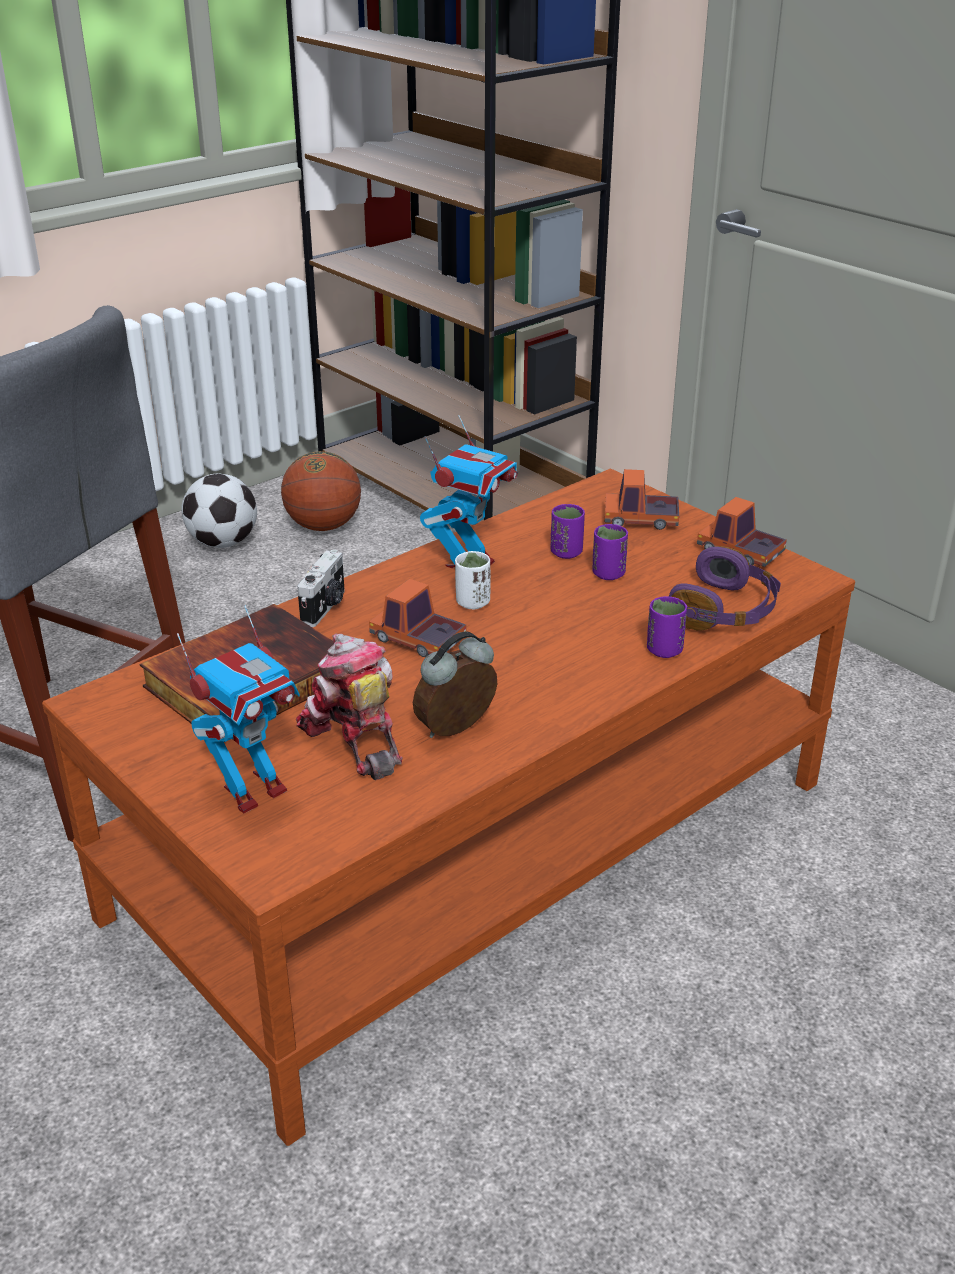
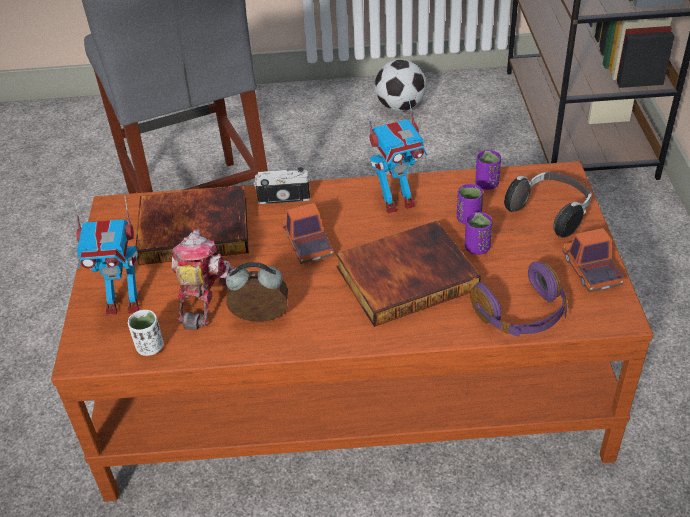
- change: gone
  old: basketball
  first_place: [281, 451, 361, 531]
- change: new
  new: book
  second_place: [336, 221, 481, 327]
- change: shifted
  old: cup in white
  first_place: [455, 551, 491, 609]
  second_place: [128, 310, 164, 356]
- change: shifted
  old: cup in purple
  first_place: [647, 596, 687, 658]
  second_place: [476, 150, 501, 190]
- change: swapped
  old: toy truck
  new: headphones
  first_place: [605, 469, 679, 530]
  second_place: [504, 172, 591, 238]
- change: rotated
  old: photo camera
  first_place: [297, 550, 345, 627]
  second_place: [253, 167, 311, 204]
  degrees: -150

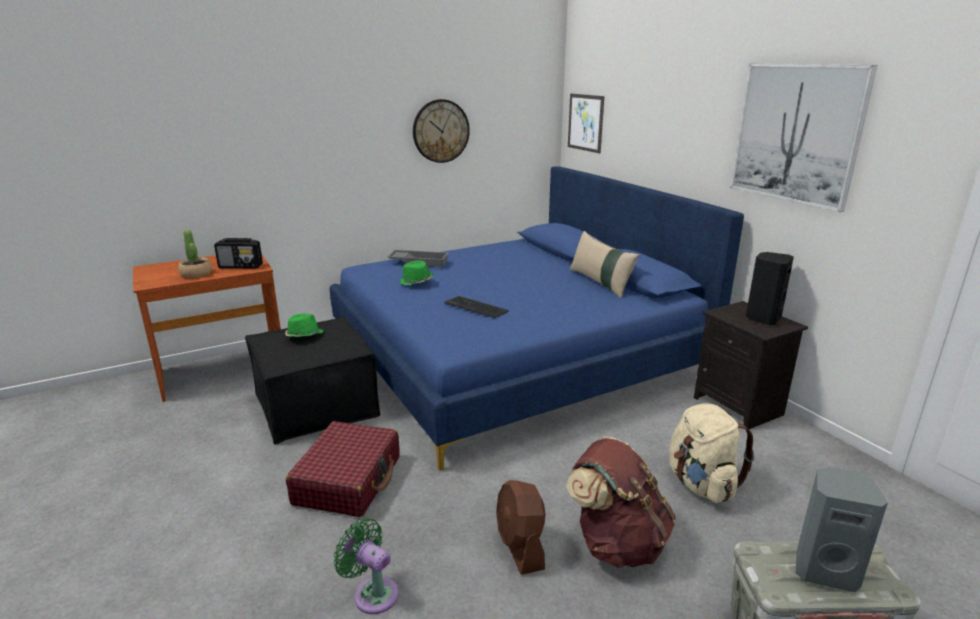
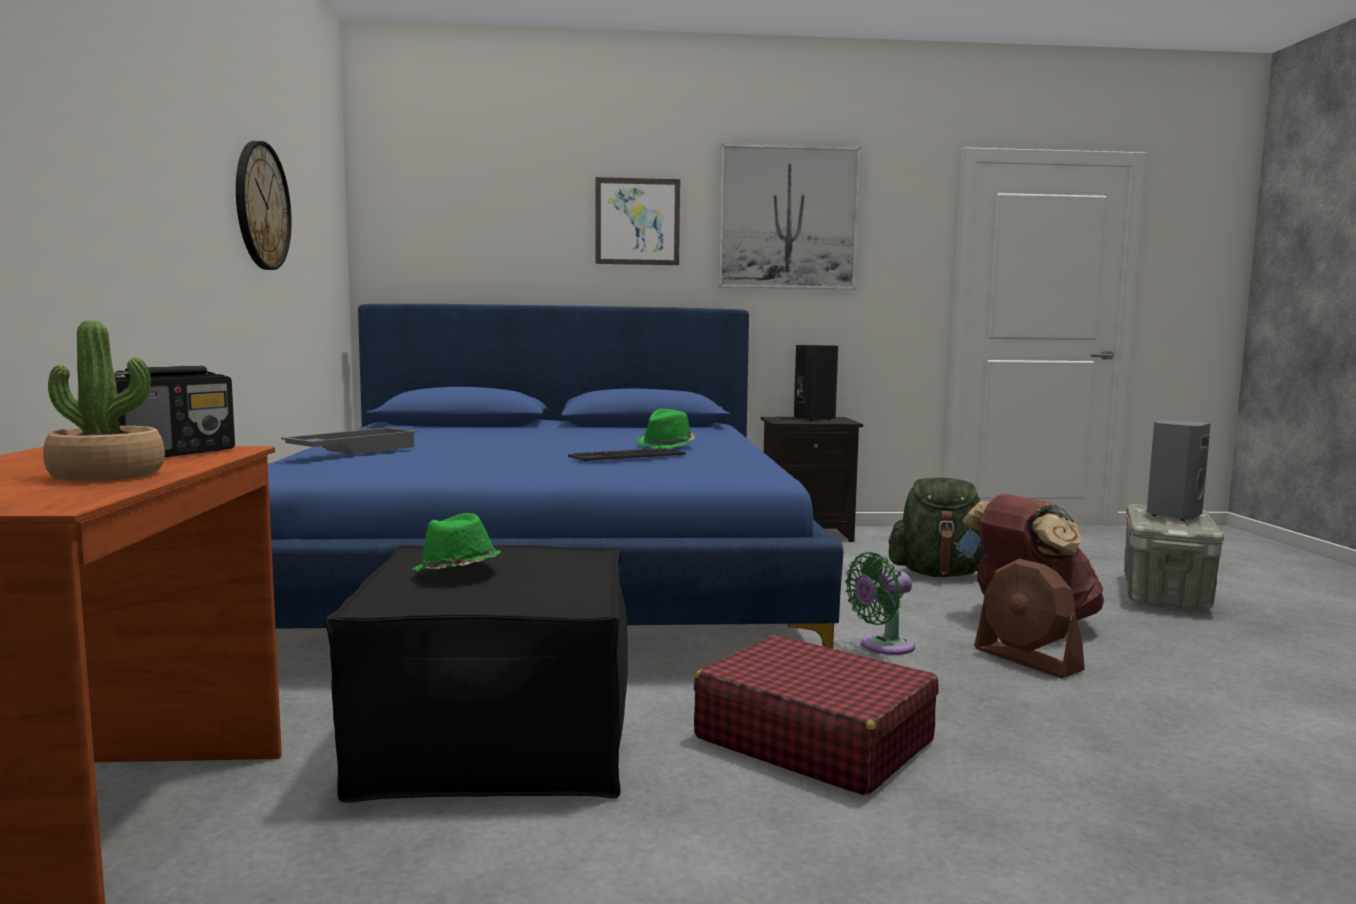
- change: gone
  old: pillow in beige
  first_place: [570, 231, 639, 298]
- change: shifted
  old: fan in green
  first_place: [334, 518, 399, 614]
  second_place: [845, 552, 915, 655]
- change: shifted
  old: hat in green
  first_place: [400, 261, 434, 285]
  second_place: [637, 409, 695, 449]
- change: shifted
  old: picture
  first_place: [568, 93, 604, 153]
  second_place: [595, 177, 680, 265]
- change: repainted
  old: backpack in beige
  new: backpack in green
  first_place: [669, 403, 755, 503]
  second_place: [889, 478, 984, 577]
- change: rotated
  old: fan in brown
  first_place: [496, 480, 546, 575]
  second_place: [974, 559, 1085, 678]
  degrees: 45

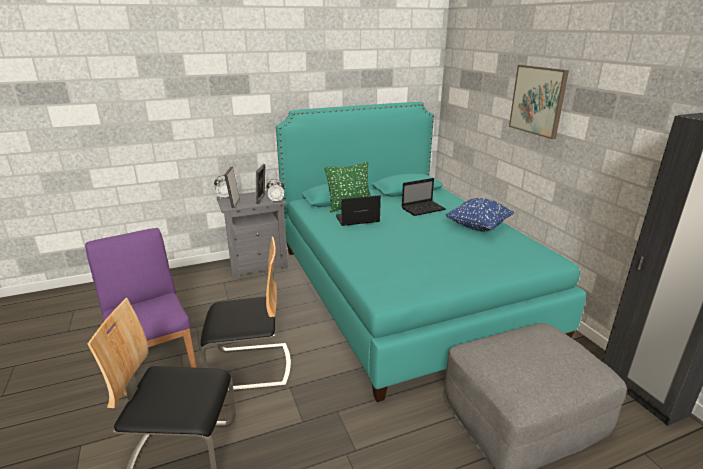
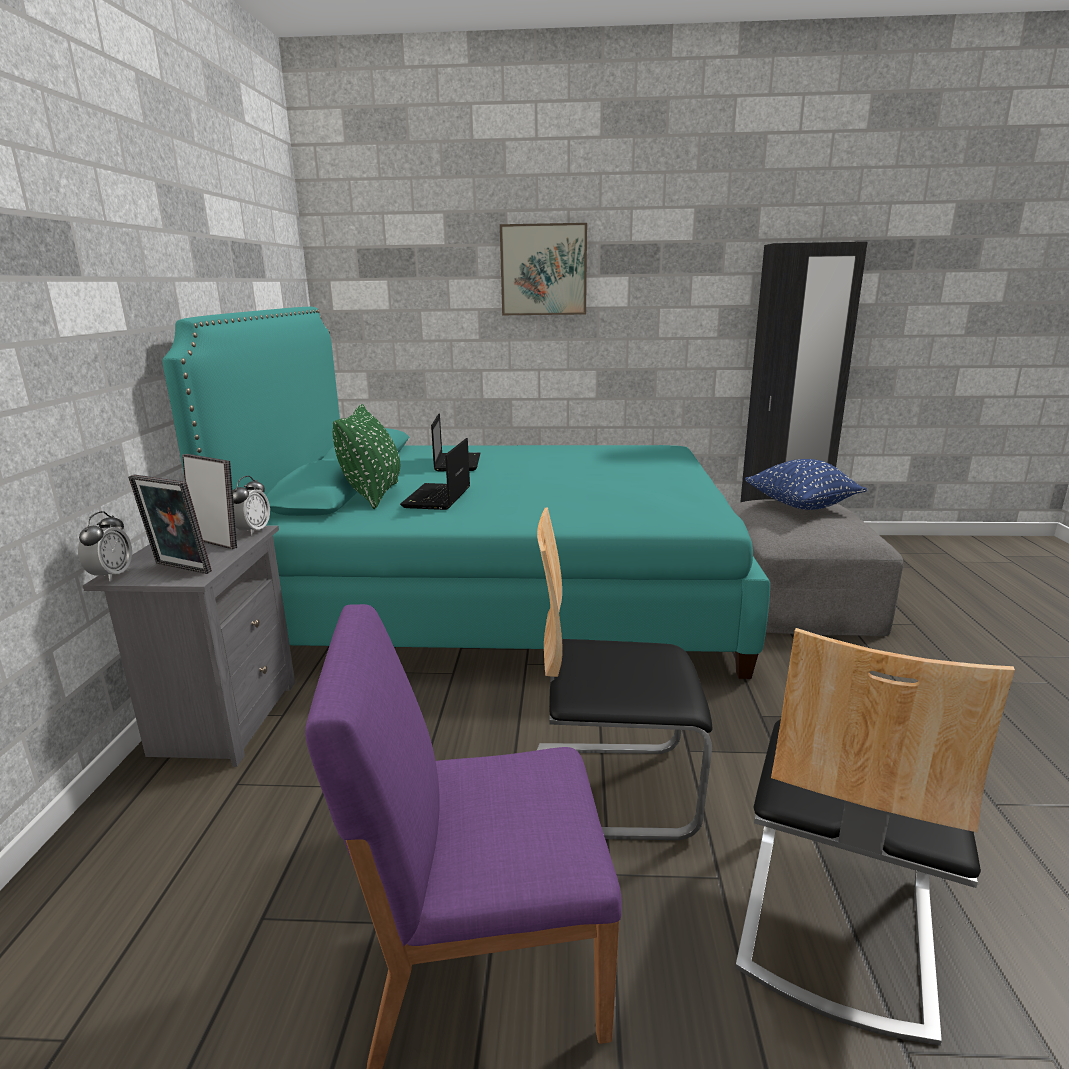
- change: shifted
  old: pillow in blue
  first_place: [445, 198, 514, 231]
  second_place: [745, 459, 867, 510]
- change: rotated
  old: chair
  first_place: [200, 237, 291, 392]
  second_place: [537, 507, 713, 840]
  degrees: -105

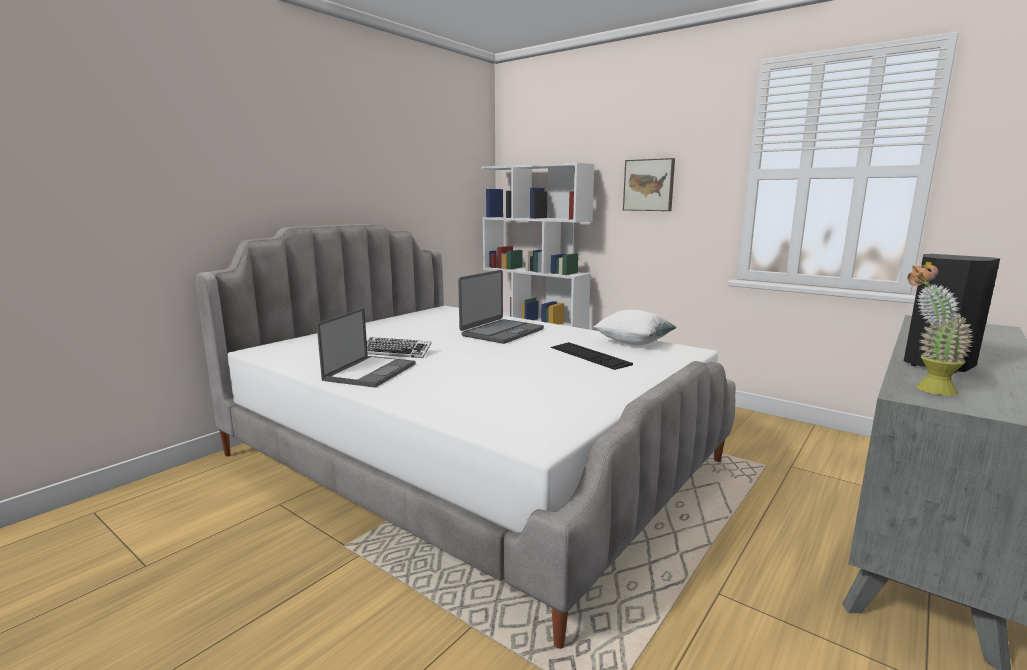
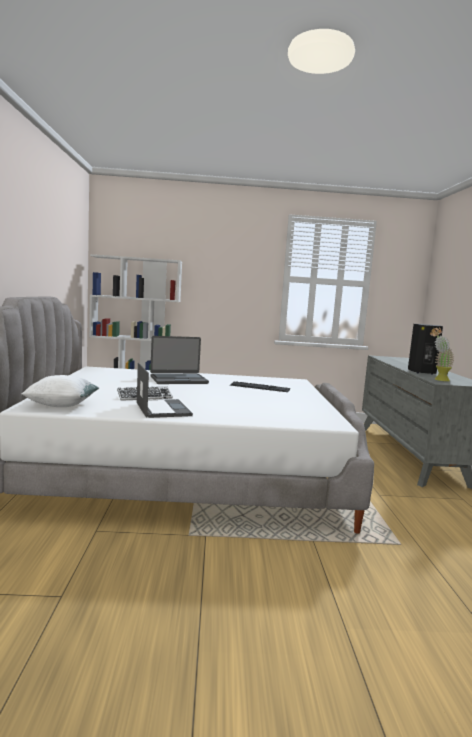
- change: gone
  old: picture
  first_place: [623, 158, 675, 211]
- change: shifted
  old: pillow in white
  first_place: [593, 310, 677, 345]
  second_place: [22, 375, 99, 407]
- change: rotated
  old: laptop
  first_place: [458, 270, 544, 344]
  second_place: [150, 336, 209, 384]
  degrees: 75

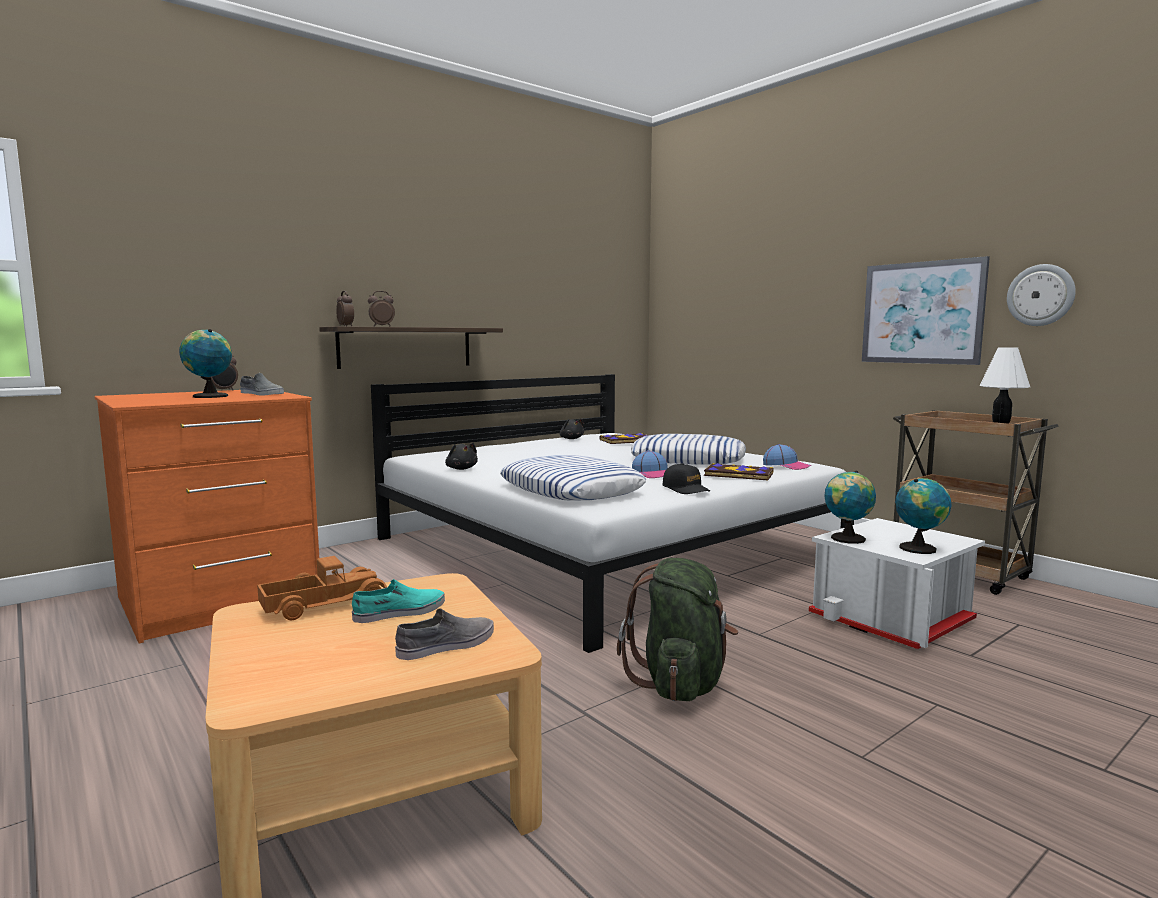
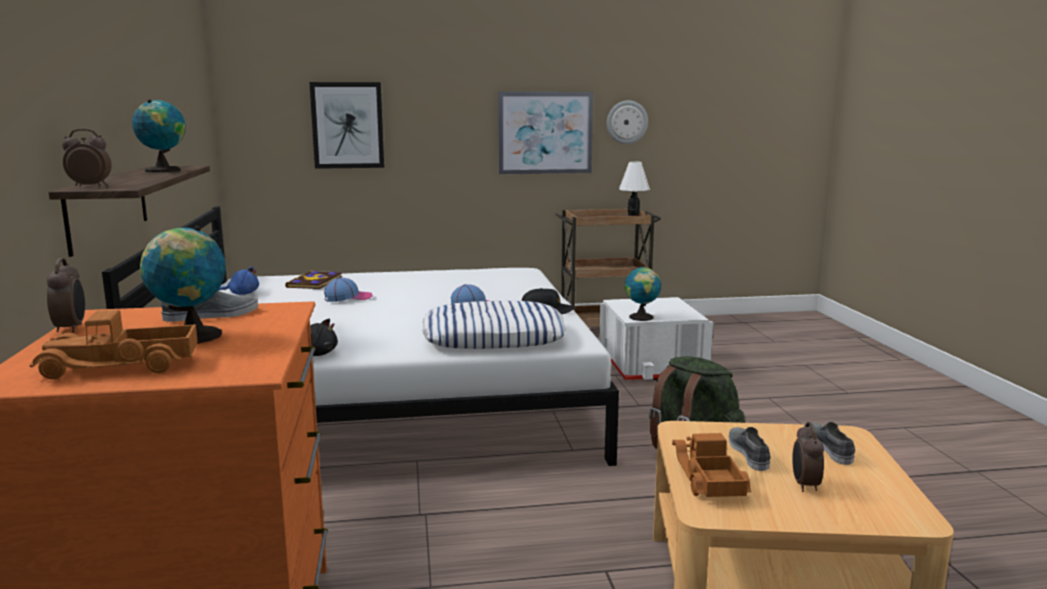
- change: gone
  old: pillow
  first_place: [631, 434, 746, 465]
- change: gone
  old: book
  first_place: [704, 463, 773, 480]
- change: new
  new: toy truck
  second_place: [30, 310, 198, 379]
- change: new
  new: picture
  second_place: [309, 82, 384, 169]
- change: shifted
  old: alarm clock
  first_place: [368, 291, 395, 327]
  second_place: [792, 422, 824, 492]
- change: shifted
  old: cap
  first_place: [763, 444, 812, 470]
  second_place: [324, 277, 373, 302]
- change: shifted
  old: globe
  first_place: [895, 478, 952, 554]
  second_place: [132, 99, 186, 172]
- change: repainted
  old: shoe in turquoise
  new: shoe in grey
  first_place: [352, 579, 445, 623]
  second_place: [729, 427, 771, 471]
- change: repainted
  old: plush toy in black
  new: plush toy in blue
  first_place: [560, 419, 584, 439]
  second_place: [218, 267, 259, 295]

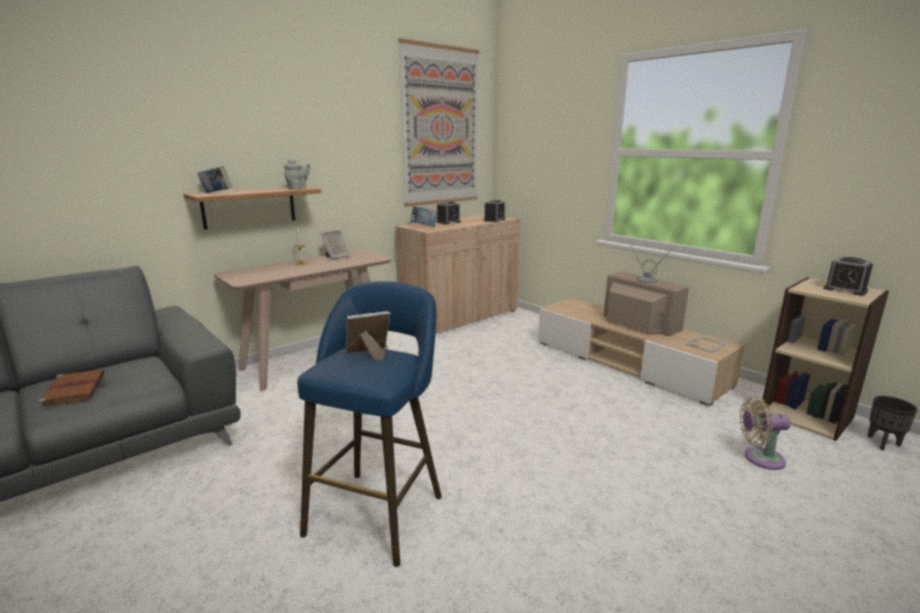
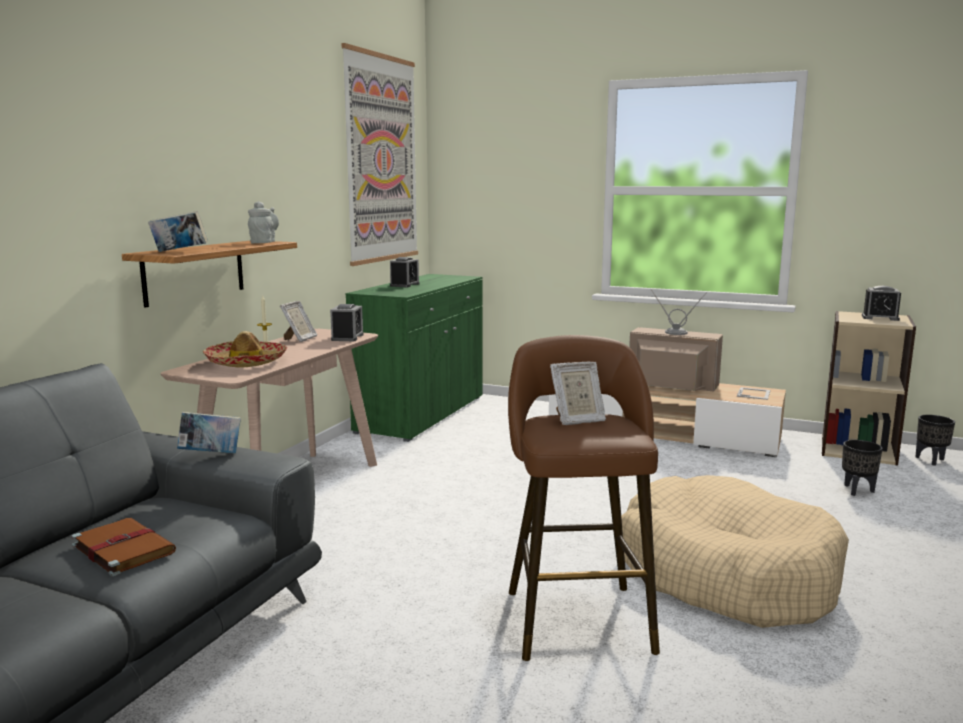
- change: new
  new: hat
  second_place: [203, 331, 287, 367]
- change: new
  new: dog bed in beige
  second_place: [621, 475, 849, 628]
- change: shifted
  old: book
  first_place: [410, 206, 438, 227]
  second_place: [177, 412, 241, 454]
- change: shifted
  old: alarm clock
  first_place: [484, 200, 505, 222]
  second_place: [330, 304, 364, 341]
- change: swapped
  old: fan in beige
  new: planter in black
  first_place: [739, 396, 791, 470]
  second_place: [842, 440, 883, 496]
- change: repainted
  old: stool in blue
  new: stool in brown
  first_place: [297, 281, 442, 567]
  second_place: [508, 335, 660, 661]
- change: repainted
  old: cabinet in beige
  new: cabinet in green
  first_place: [396, 215, 521, 334]
  second_place: [345, 274, 483, 442]
- change: rotated
  old: picture frame
  first_place: [346, 311, 391, 360]
  second_place: [550, 362, 606, 425]
  degrees: -150

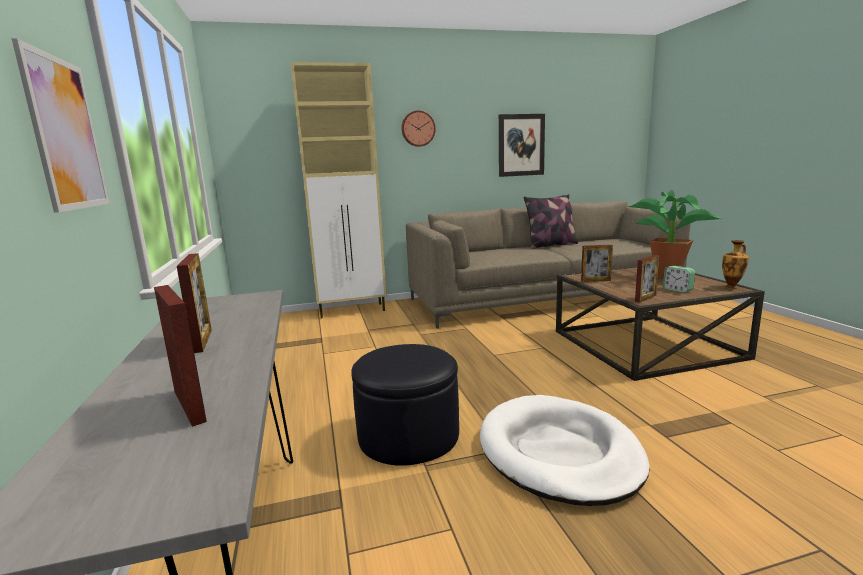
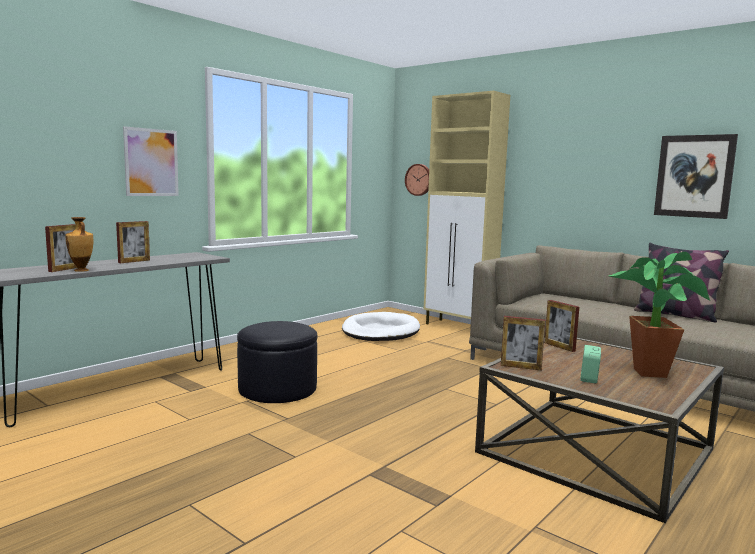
- change: shifted
  old: wall clock
  first_place: [401, 110, 436, 147]
  second_place: [405, 164, 429, 196]
- change: shifted
  old: dog bed in white
  first_place: [480, 395, 650, 506]
  second_place: [342, 312, 420, 341]
- change: shifted
  old: vase
  first_place: [722, 240, 749, 289]
  second_place: [65, 217, 93, 272]

